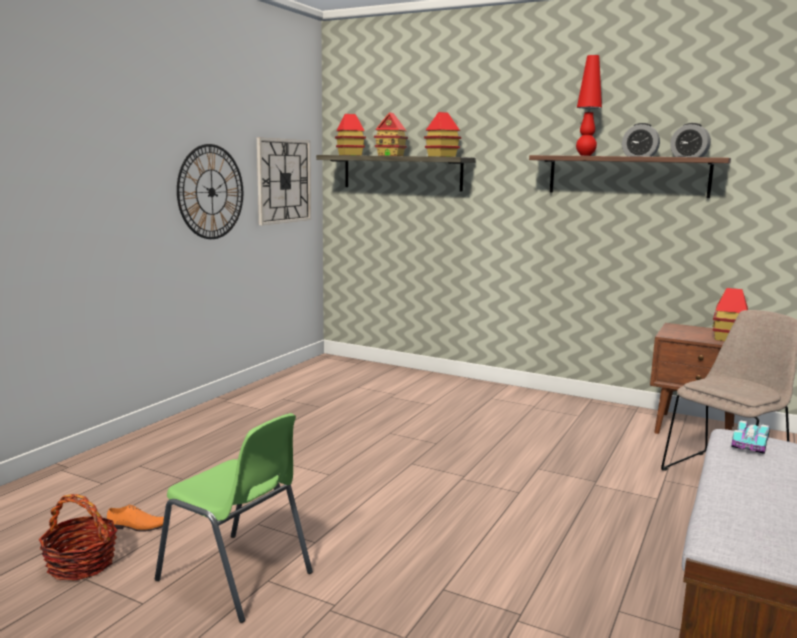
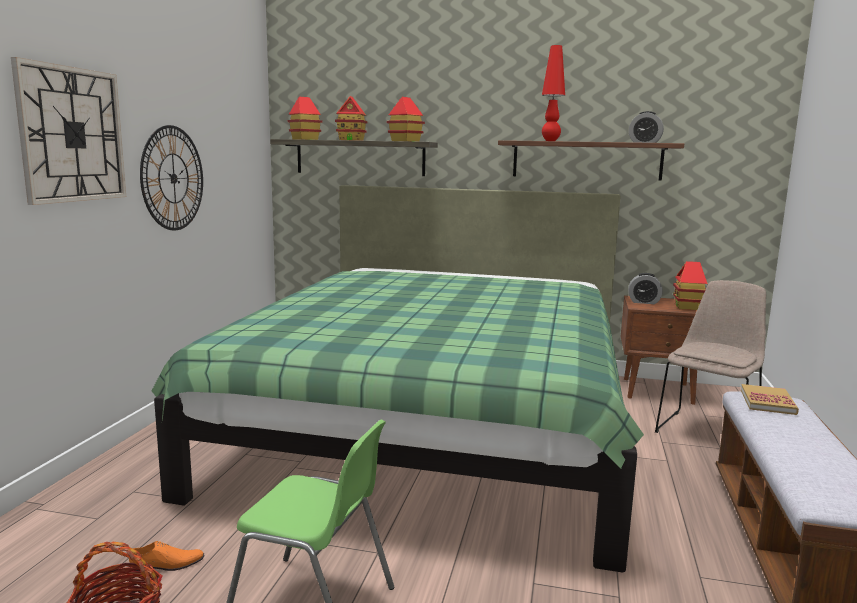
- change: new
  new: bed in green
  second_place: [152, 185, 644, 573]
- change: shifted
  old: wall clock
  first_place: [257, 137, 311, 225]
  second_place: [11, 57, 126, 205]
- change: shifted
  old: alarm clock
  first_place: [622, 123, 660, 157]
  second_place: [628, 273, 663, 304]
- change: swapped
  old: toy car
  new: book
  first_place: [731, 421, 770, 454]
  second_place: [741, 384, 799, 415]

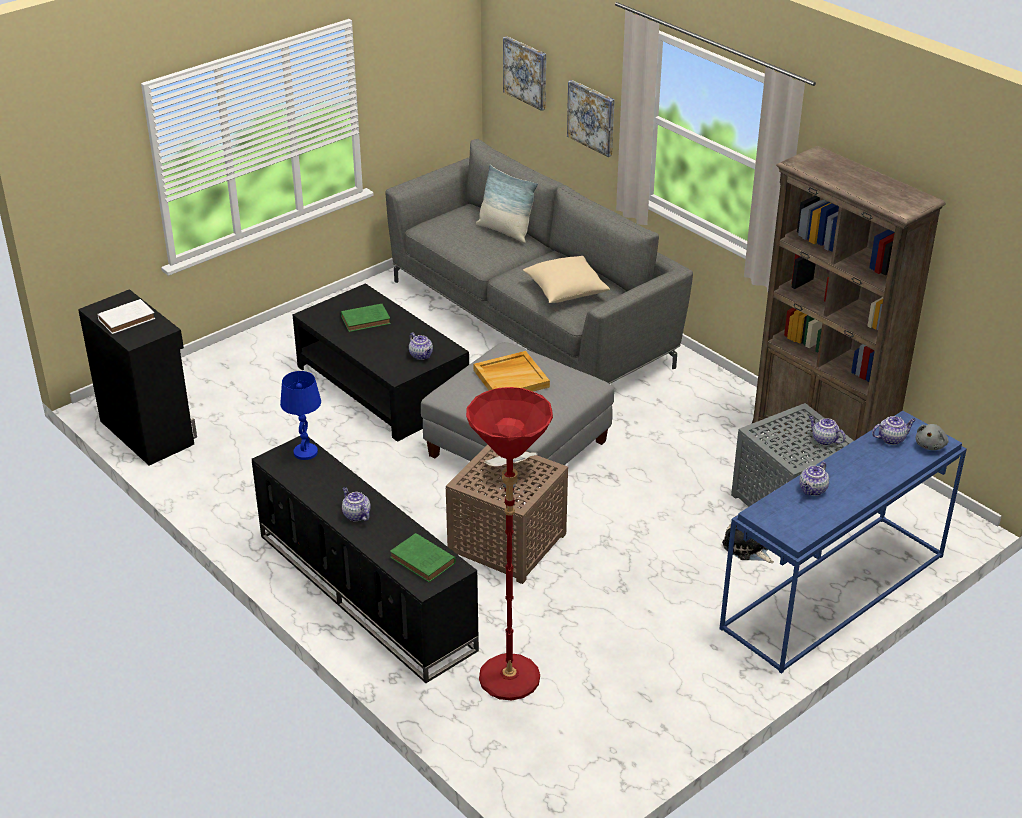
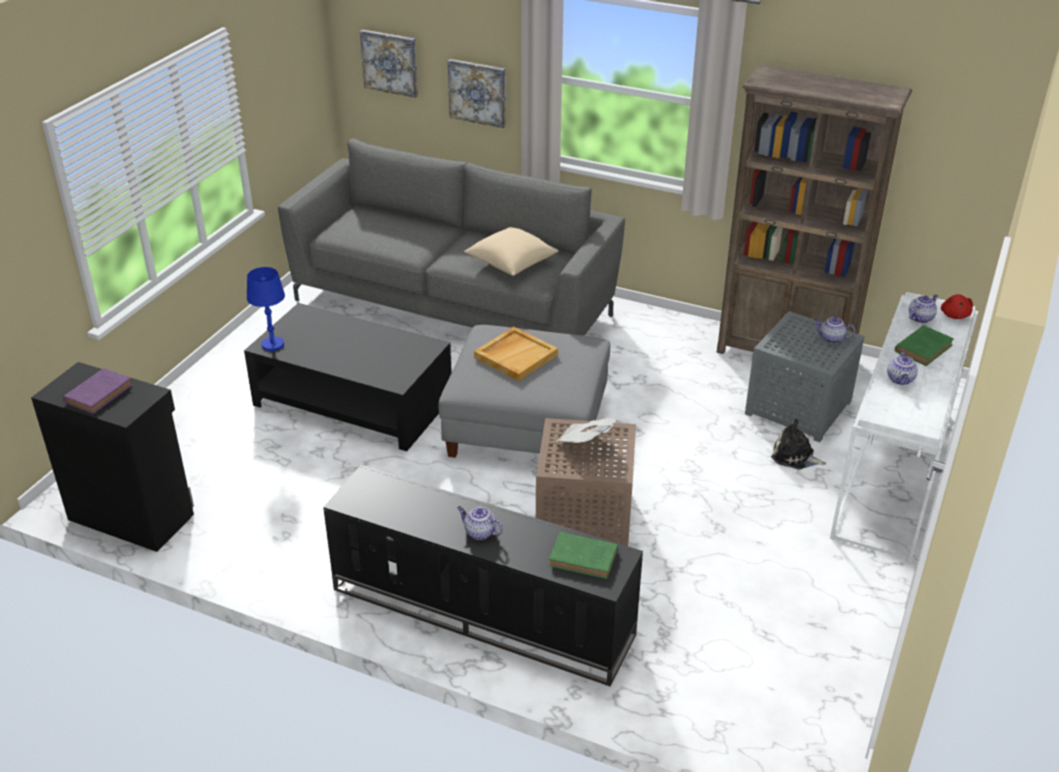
- change: gone
  old: teapot
  first_place: [409, 332, 433, 360]
- change: gone
  old: floor lamp in red
  first_place: [466, 387, 553, 700]
- change: gone
  old: pillow
  first_place: [476, 164, 538, 243]
- change: shifted
  old: table lamp in blue
  first_place: [280, 371, 321, 460]
  second_place: [247, 267, 285, 351]
- change: shifted
  old: book in green
  first_place: [341, 304, 391, 332]
  second_place: [895, 325, 954, 366]
- change: repainted
  old: book in white
  new: book in purple
  first_place: [97, 299, 155, 334]
  second_place: [63, 368, 132, 414]
- change: repainted
  old: console table in blue
  new: console table in white
  first_place: [720, 411, 967, 674]
  second_place: [830, 292, 978, 562]
- change: repainted
  old: plush toy in grey
  new: plush toy in red
  first_place: [916, 424, 948, 450]
  second_place: [941, 294, 973, 319]

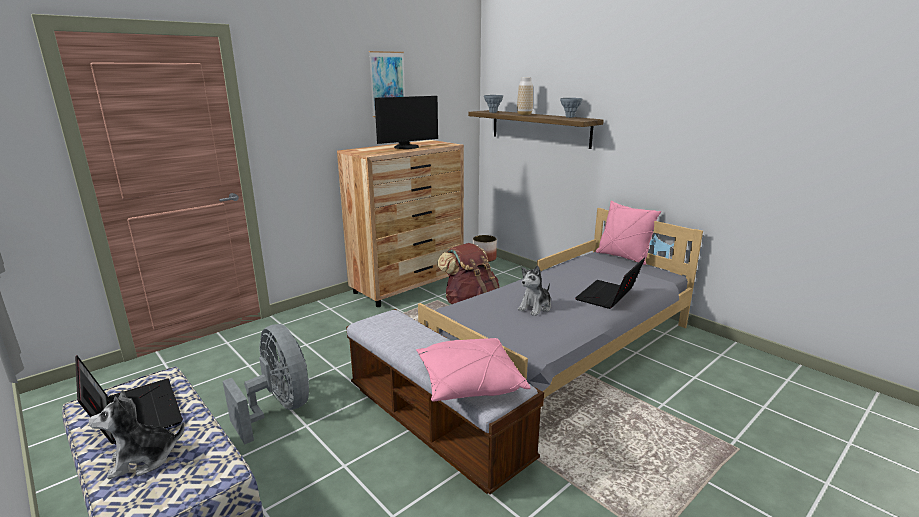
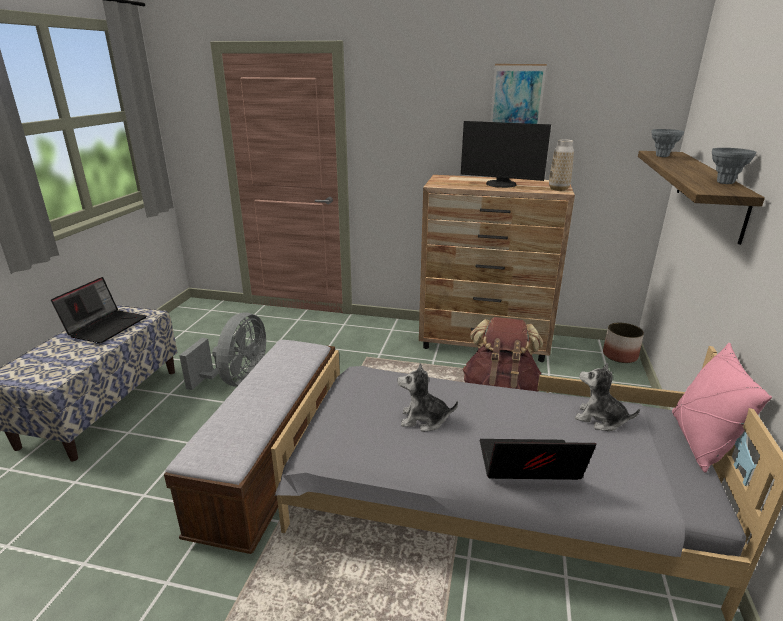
- change: gone
  old: pillow in pink
  first_place: [416, 338, 531, 401]
- change: shifted
  old: plush toy
  first_place: [88, 390, 185, 479]
  second_place: [575, 363, 640, 431]
- change: shifted
  old: vase
  first_place: [517, 77, 533, 115]
  second_place: [549, 139, 574, 191]

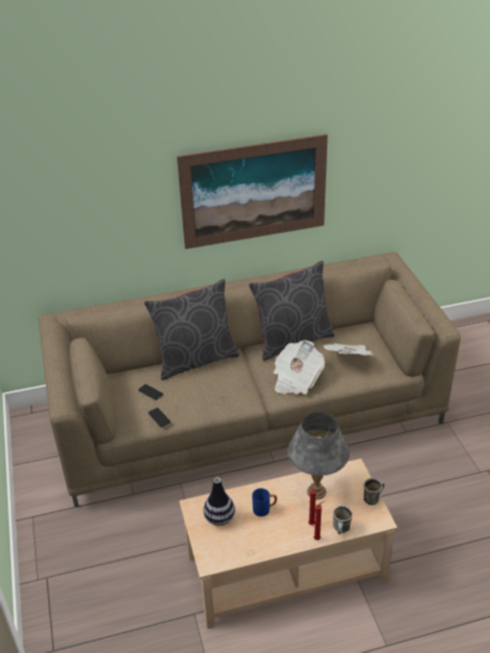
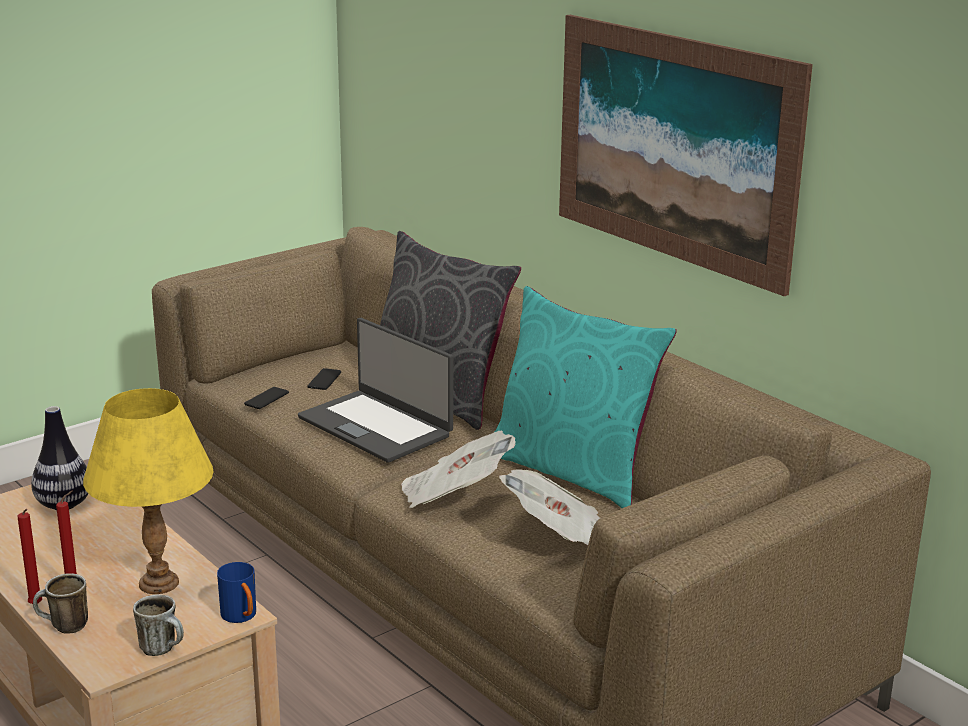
- change: new
  new: laptop
  second_place: [298, 318, 453, 463]
- change: shifted
  old: mug in blue
  first_place: [252, 488, 277, 517]
  second_place: [217, 562, 256, 623]
- change: repainted
  old: pillow in grey
  new: pillow in turquoise
  first_place: [249, 261, 334, 361]
  second_place: [495, 286, 677, 508]
- change: repainted
  old: table lamp in grey
  new: table lamp in yellow
  first_place: [287, 412, 349, 500]
  second_place: [83, 388, 214, 594]

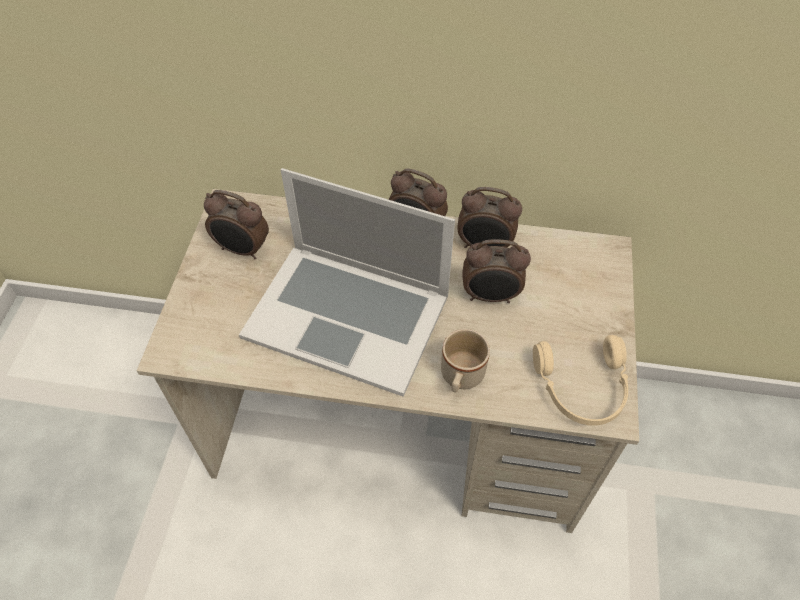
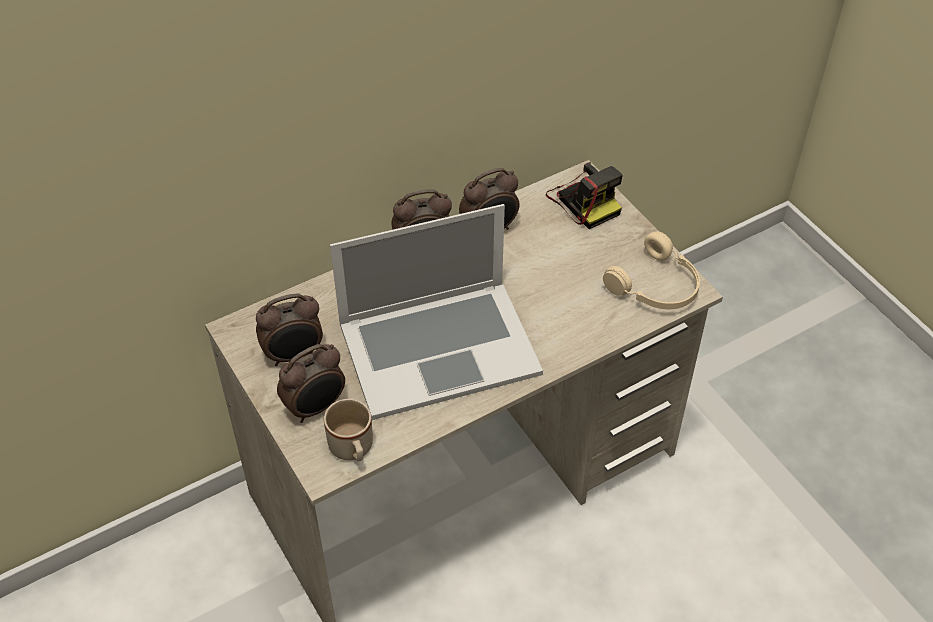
- change: new
  new: photo camera
  second_place: [546, 162, 622, 229]
- change: shifted
  old: mug in beige
  first_place: [441, 329, 490, 393]
  second_place: [324, 399, 373, 461]
- change: shifted
  old: alarm clock
  first_place: [462, 239, 531, 303]
  second_place: [277, 344, 345, 423]

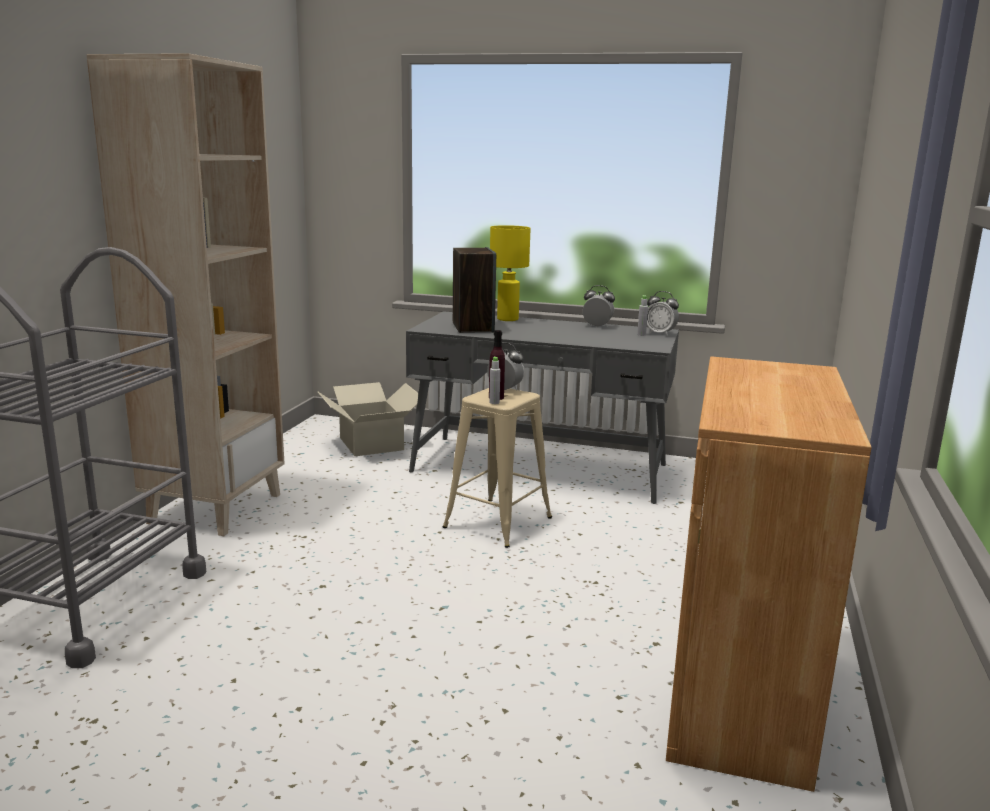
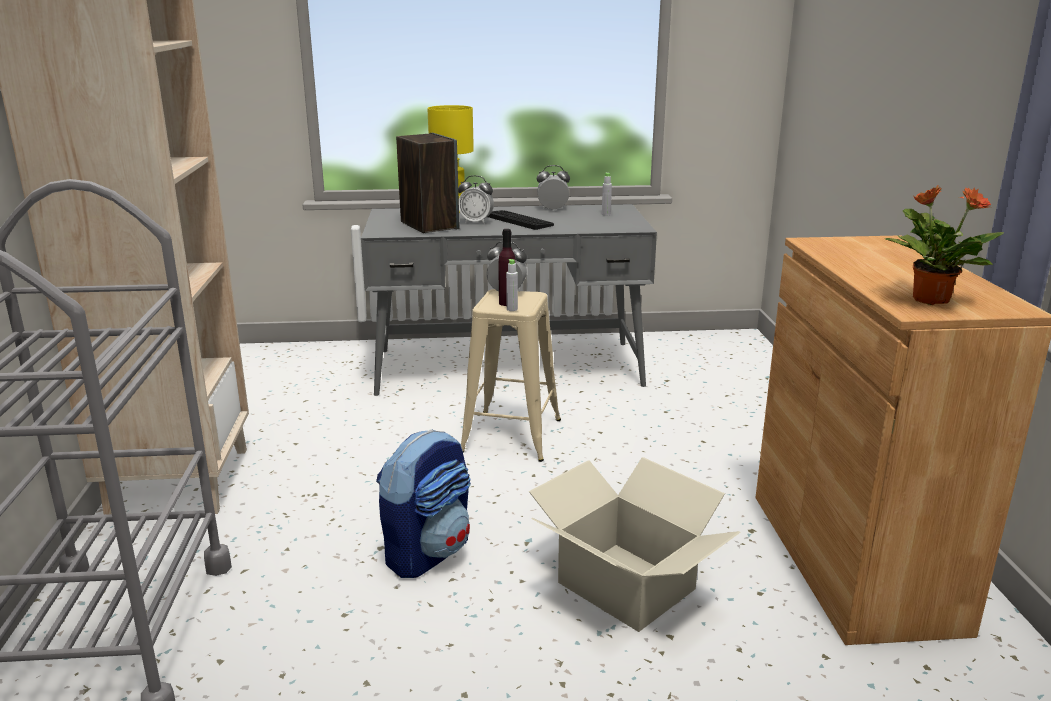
- change: new
  new: backpack
  second_place: [376, 429, 471, 578]
- change: new
  new: keyboard
  second_place: [488, 210, 554, 230]
- change: new
  new: potted plant
  second_place: [885, 185, 1004, 305]
- change: shifted
  old: cardboard box
  first_place: [318, 382, 419, 456]
  second_place: [529, 457, 741, 632]
- change: shifted
  old: alarm clock
  first_place: [647, 291, 679, 336]
  second_place: [458, 175, 494, 224]

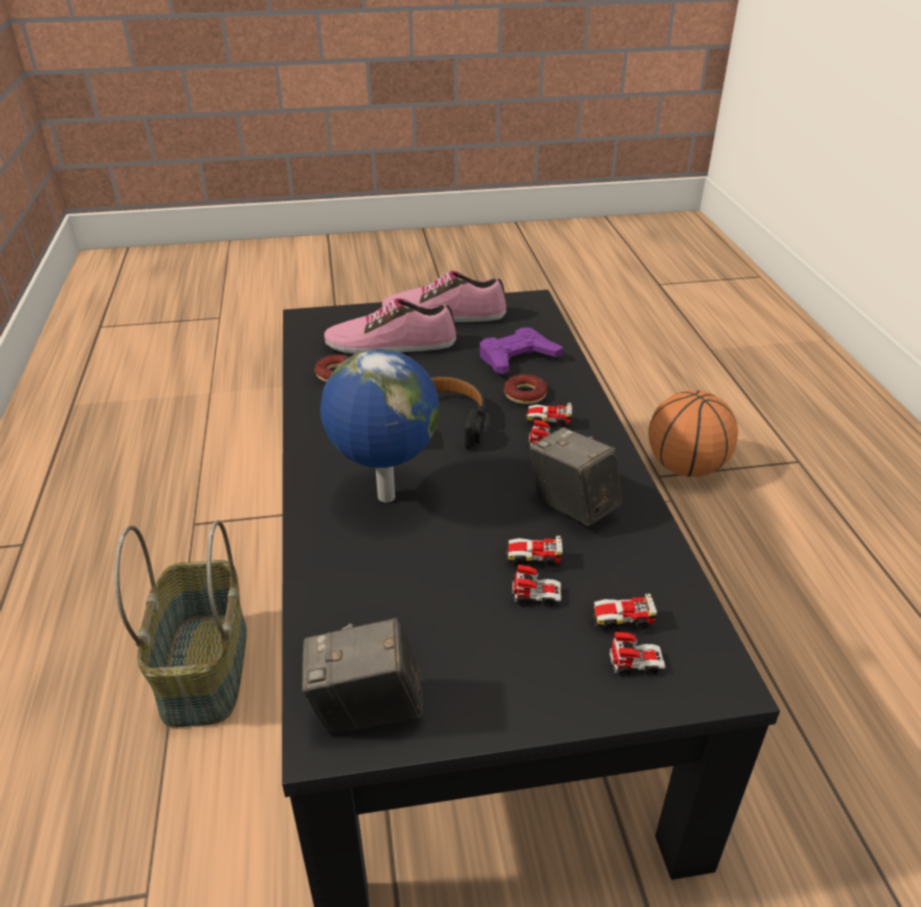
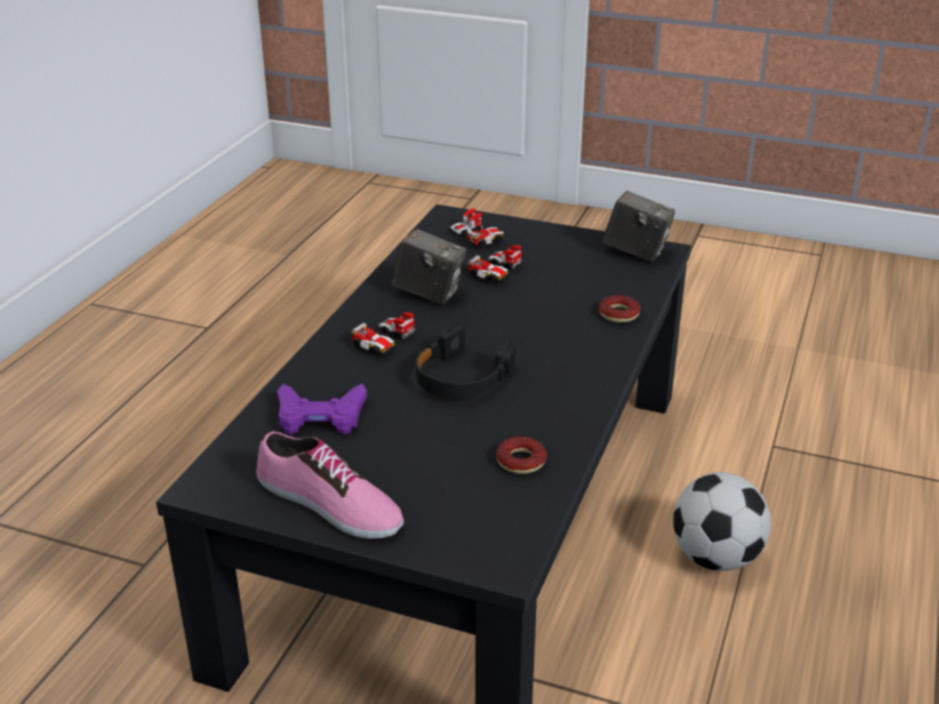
- change: gone
  old: globe
  first_place: [320, 349, 439, 503]
- change: gone
  old: shoe
  first_place: [324, 298, 456, 354]
- change: gone
  old: basketball
  first_place: [648, 390, 738, 477]
- change: shifted
  old: donut
  first_place: [504, 374, 547, 404]
  second_place: [599, 295, 640, 323]
- change: swapped
  old: basket
  new: football
  first_place: [114, 520, 247, 728]
  second_place: [673, 472, 771, 571]
- change: rotated
  old: photo camera
  first_place: [530, 427, 622, 526]
  second_place: [392, 229, 466, 305]
  degrees: -60
- change: rotated
  old: toy car
  first_place: [591, 594, 666, 677]
  second_place: [450, 208, 506, 247]
  degrees: -60

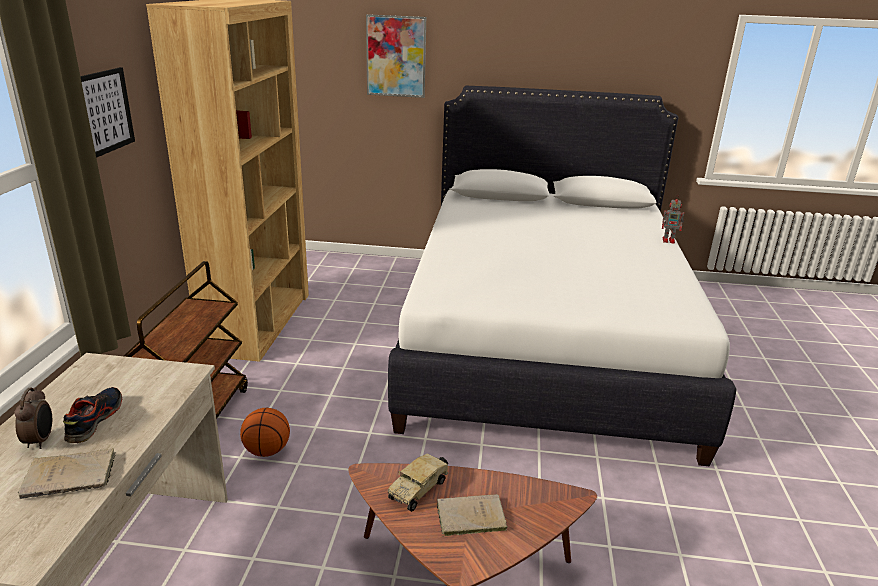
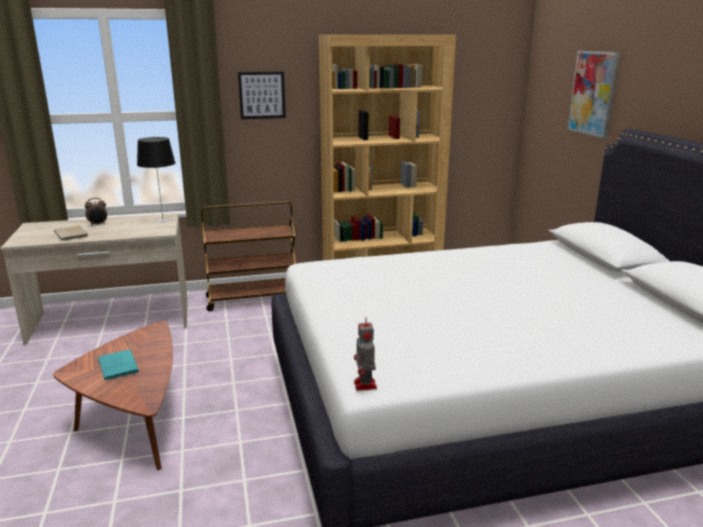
- change: gone
  old: shoe
  first_place: [63, 387, 122, 443]
- change: gone
  old: basketball
  first_place: [240, 408, 290, 457]
- change: gone
  old: toy truck
  first_place: [388, 453, 448, 512]
- change: new
  new: table lamp
  second_place: [137, 137, 175, 223]
- change: shifted
  old: toy robot
  first_place: [662, 196, 684, 244]
  second_place: [354, 318, 377, 391]
- change: repainted
  old: book in beige
  new: book in turquoise
  first_place: [437, 494, 508, 537]
  second_place: [98, 350, 139, 381]

